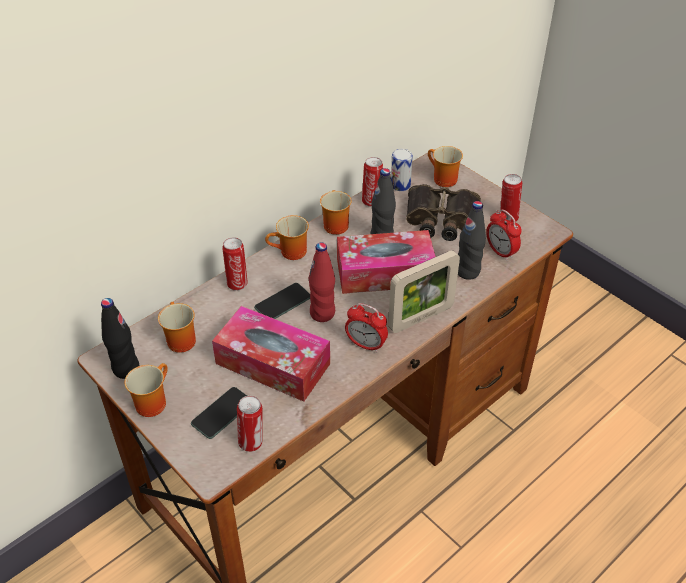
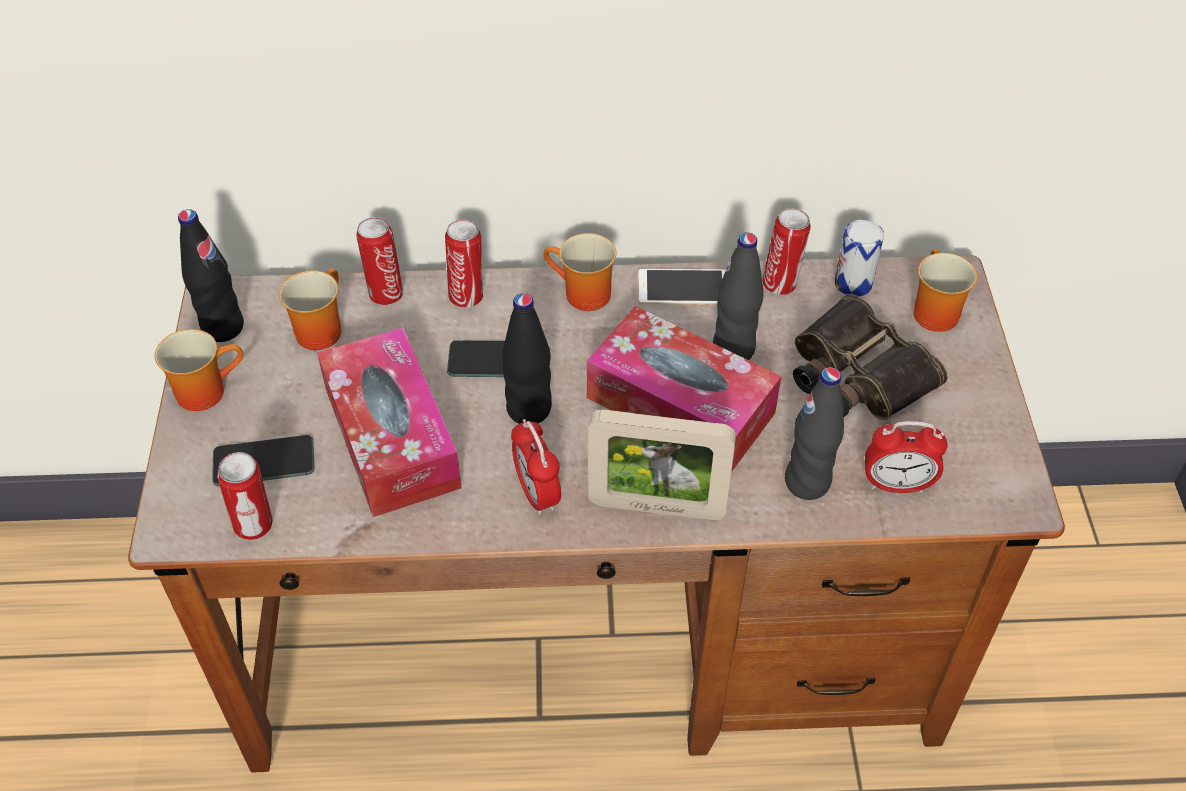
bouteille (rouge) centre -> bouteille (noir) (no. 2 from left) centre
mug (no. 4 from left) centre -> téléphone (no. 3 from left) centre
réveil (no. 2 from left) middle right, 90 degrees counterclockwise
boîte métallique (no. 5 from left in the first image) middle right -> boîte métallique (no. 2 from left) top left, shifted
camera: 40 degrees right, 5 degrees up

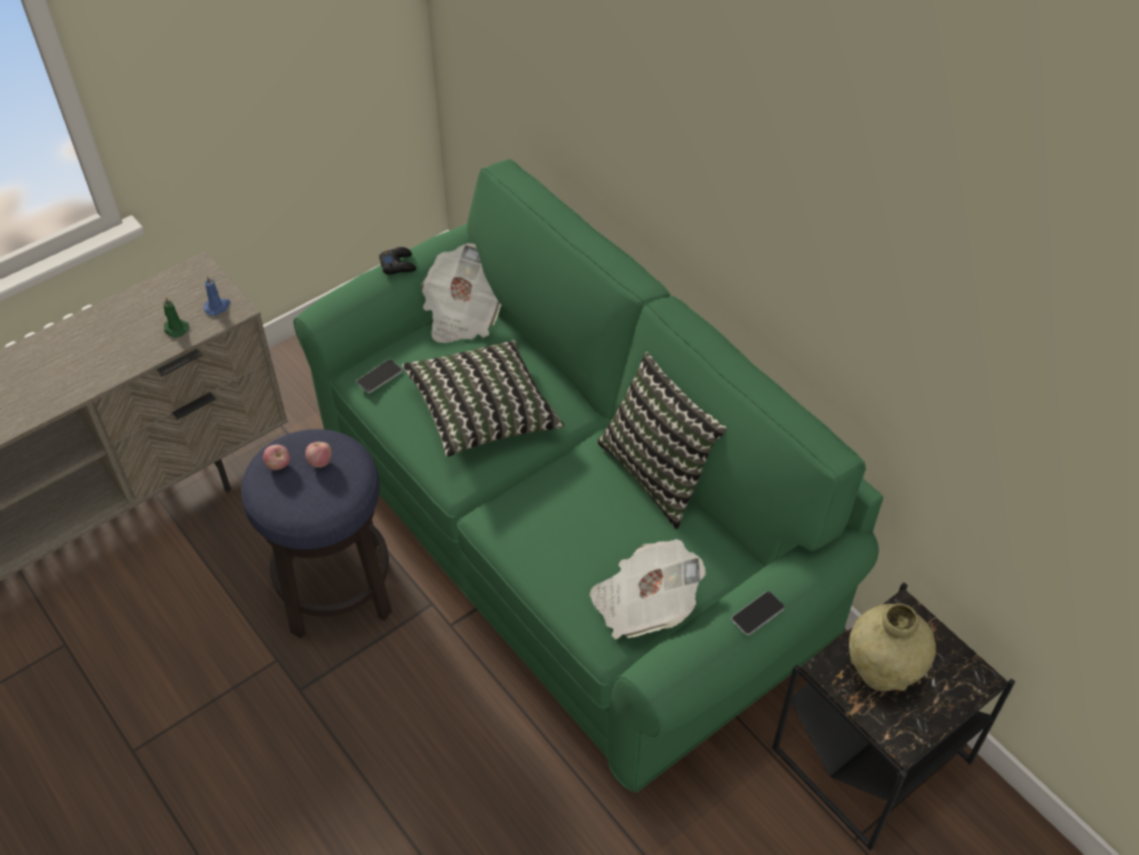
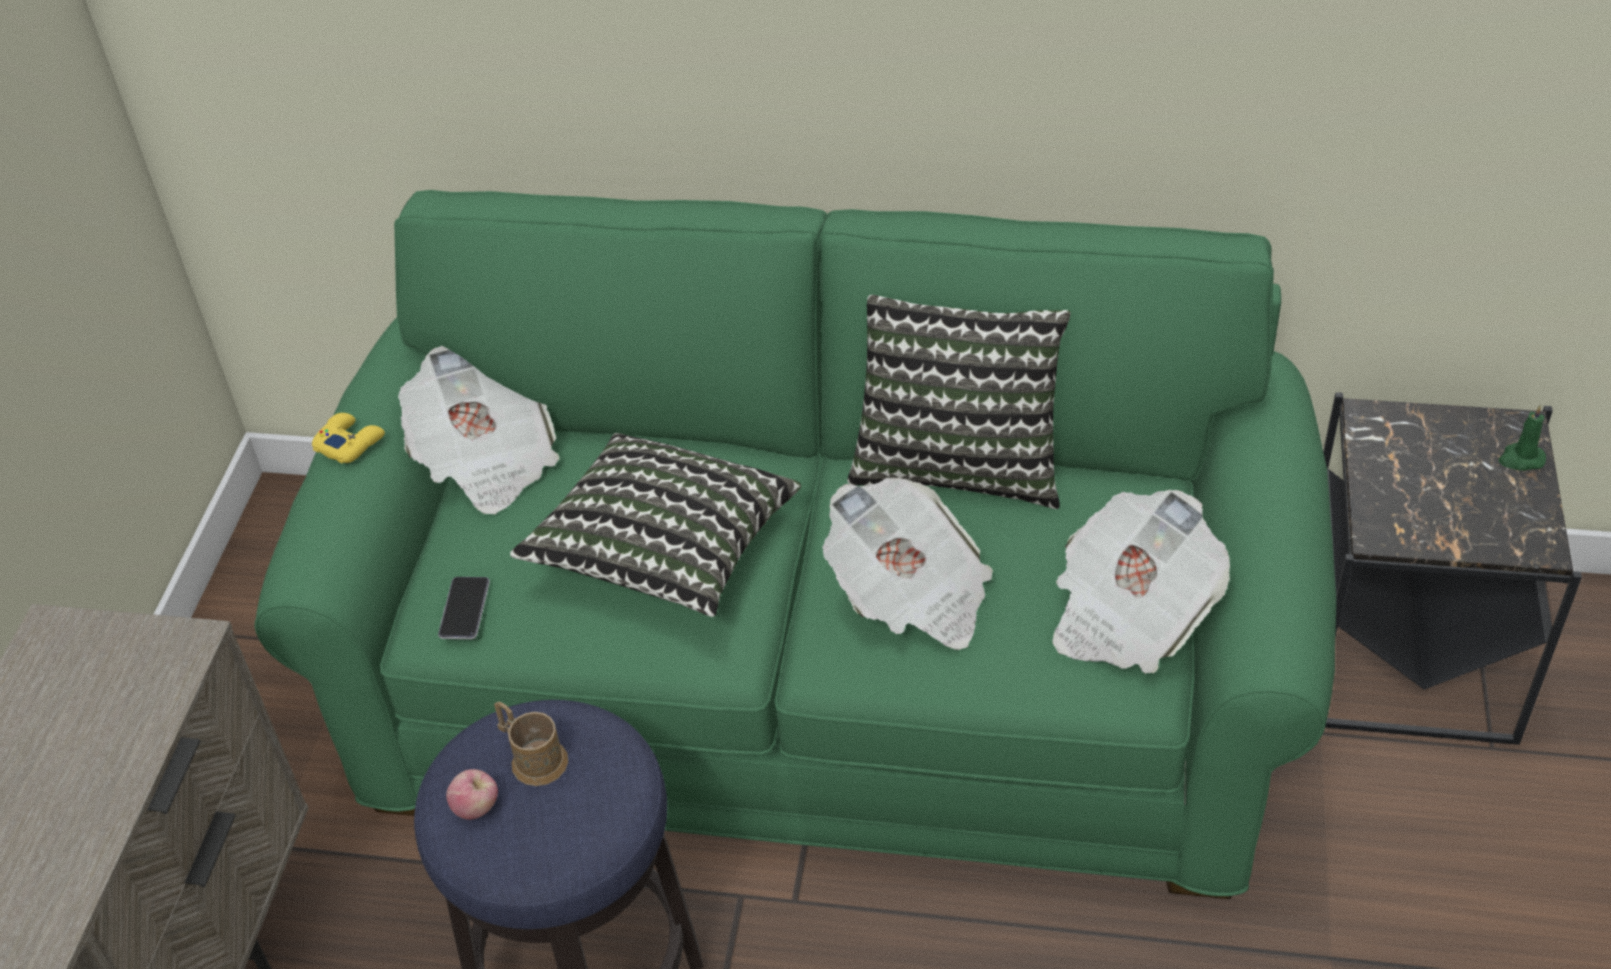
bougie (vert) middle left -> bougie (vert) middle right, shifted
bougie (bleu) middle left -> none
pomme (no. 2 from left) middle left -> mug (marron) bottom left
manette (noir) top centre -> manette (jaune) middle left
téléphone (no. 2 from left) bottom centre -> none
vase (beige) bottom right -> none
none -> journal (no. 2 from left) centre
camera: 40 degrees left, 5 degrees down

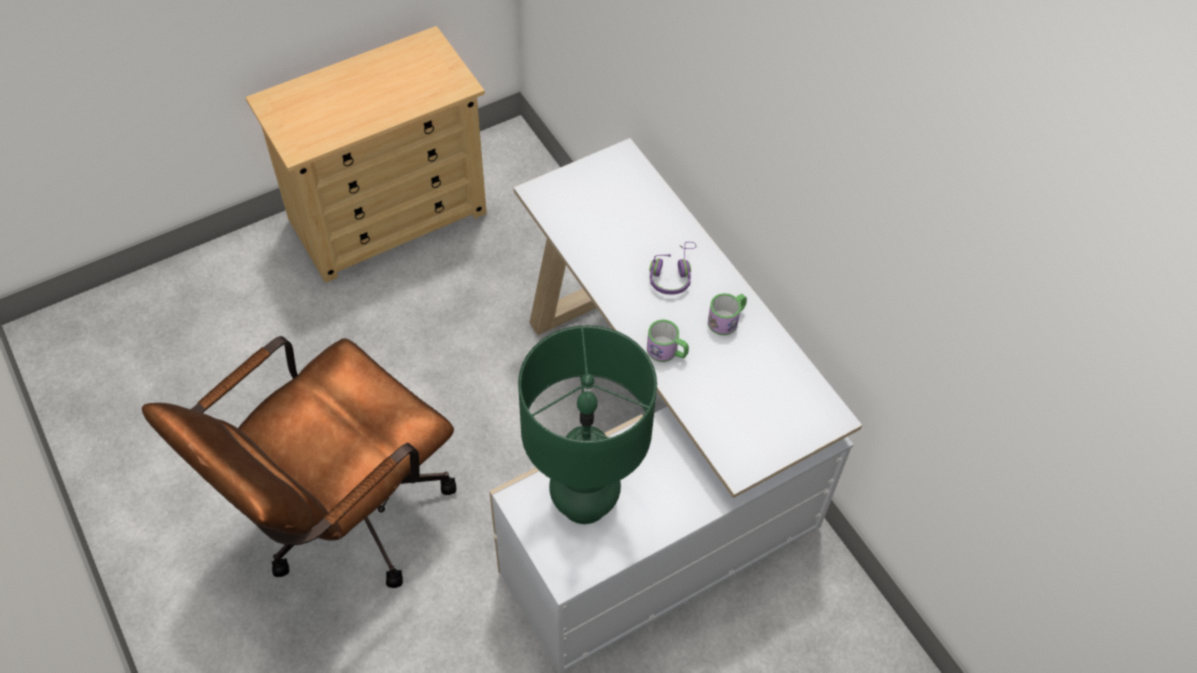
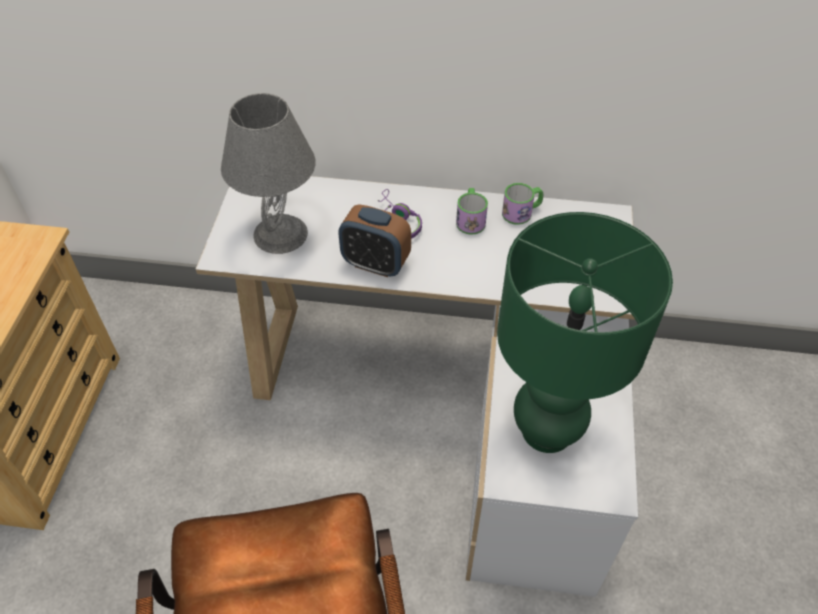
mug (no. 1 from left in the first image) centre -> mug (no. 2 from left) top centre, shifted
none -> lampe de table (gris) top left
none -> réveil centre
camera: 50 degrees left, 5 degrees down

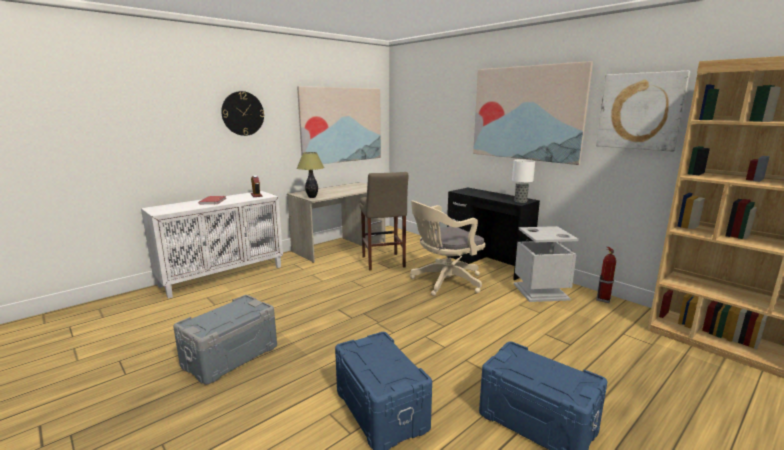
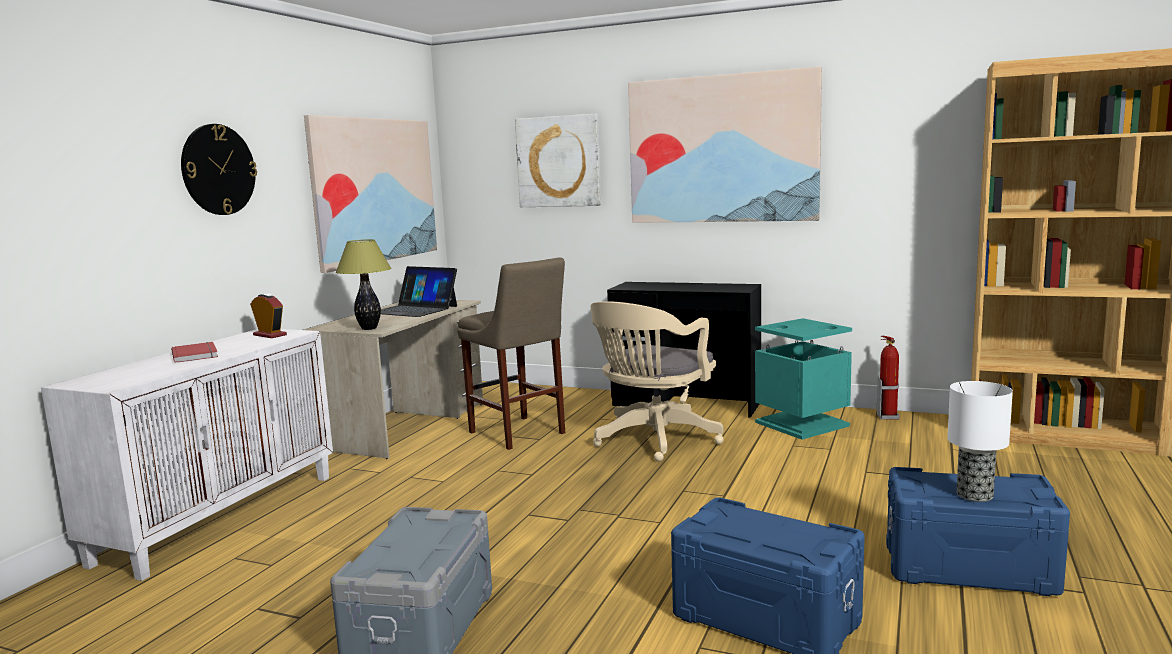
lampe de table (no. 2 from left) middle right -> lampe de table (no. 2 from left) bottom right, shifted
poubelle (gris) middle right -> poubelle (turquoise) middle right
tableau (no. 3 from left in the first image) top right -> tableau (no. 2 from left) top centre, shifted
none -> ordinateur portable centre
camera: 25 degrees left, 5 degrees down

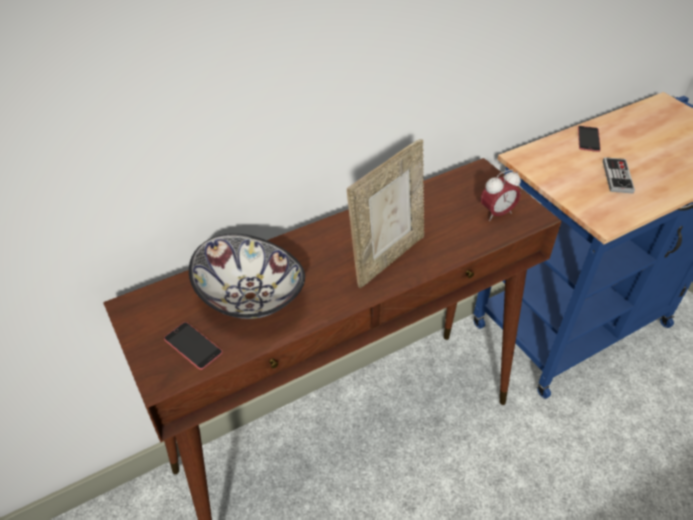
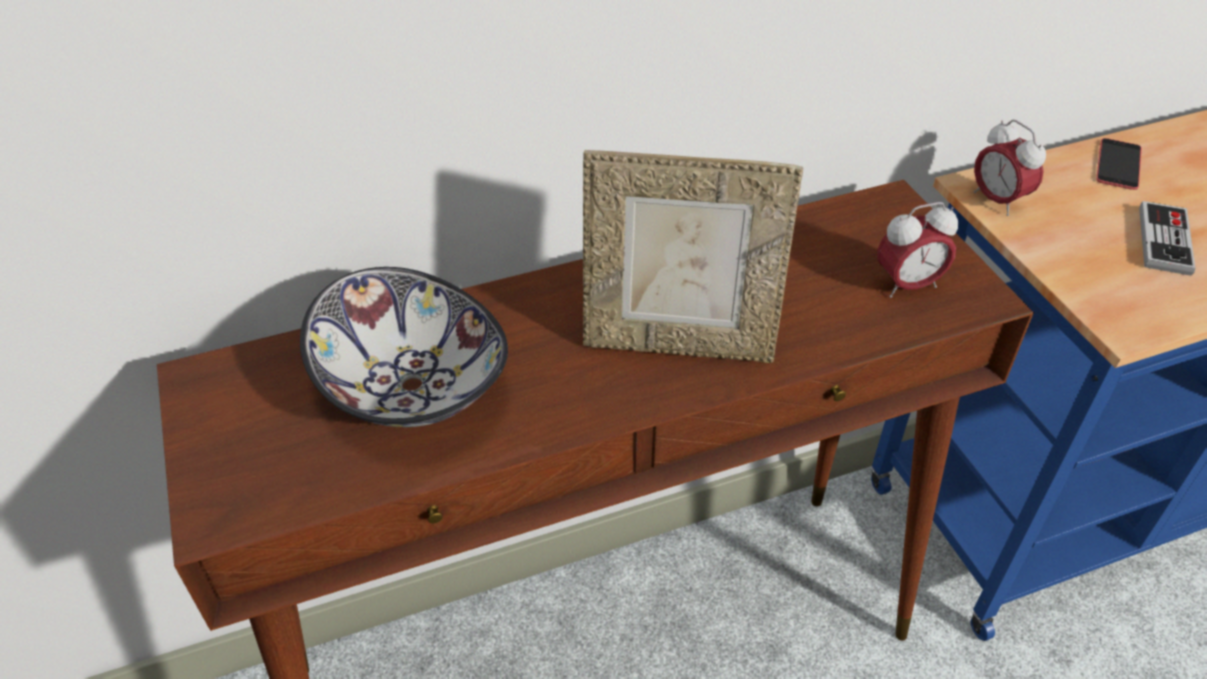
téléphone (no. 1 from left) middle left -> none
cadre photo centre, 45 degrees clockwise
none -> réveil (no. 2 from left) top right
camera: 10 degrees right, 0 degrees up

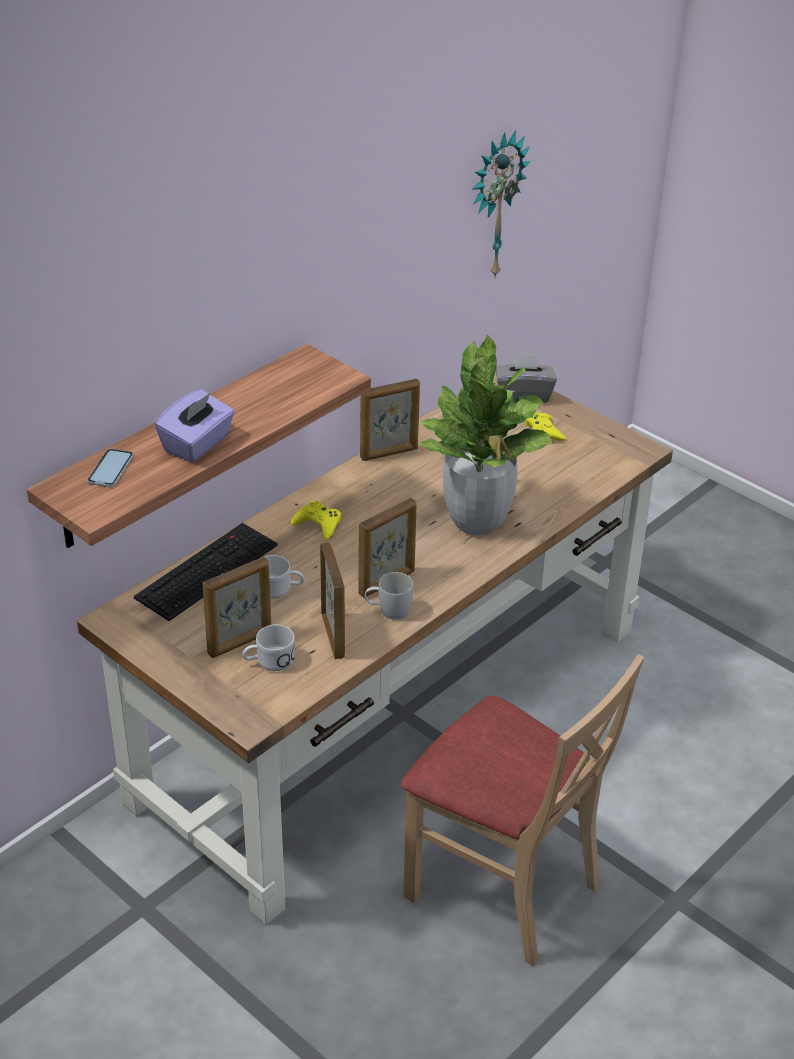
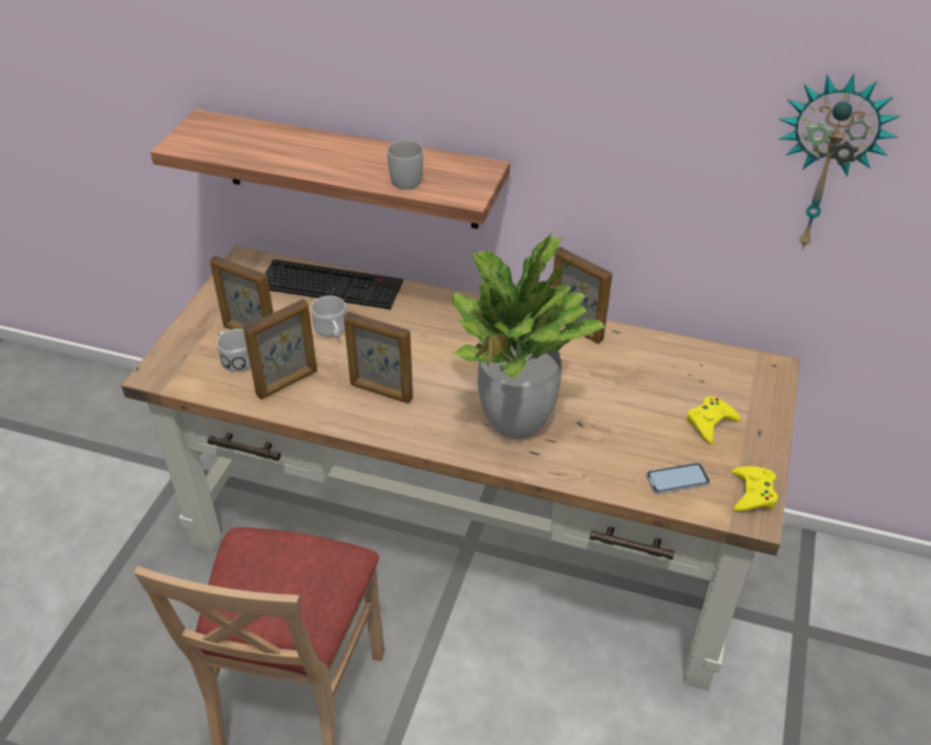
téléphone middle left -> téléphone middle right, shifted
boîte à mouchoirs (violet) middle left -> none
manette (jaune) (no. 1 from left in the first image) centre -> manette (jaune) (no. 2 from left) middle right, shifted
mug (blanc) (no. 3 from left) centre -> mug (blanc) (no. 3 from left) top centre, shifted
boîte à mouchoirs (gris) centre -> none
camera: 65 degrees right, 5 degrees up

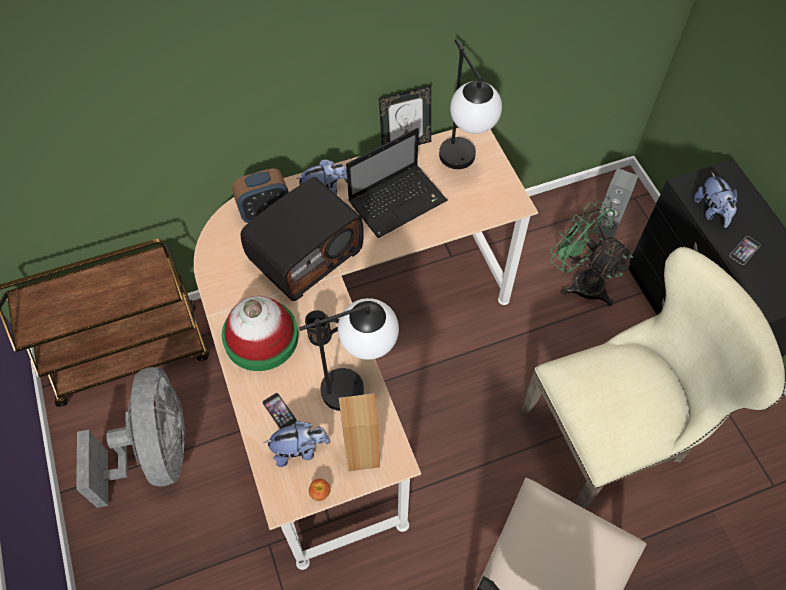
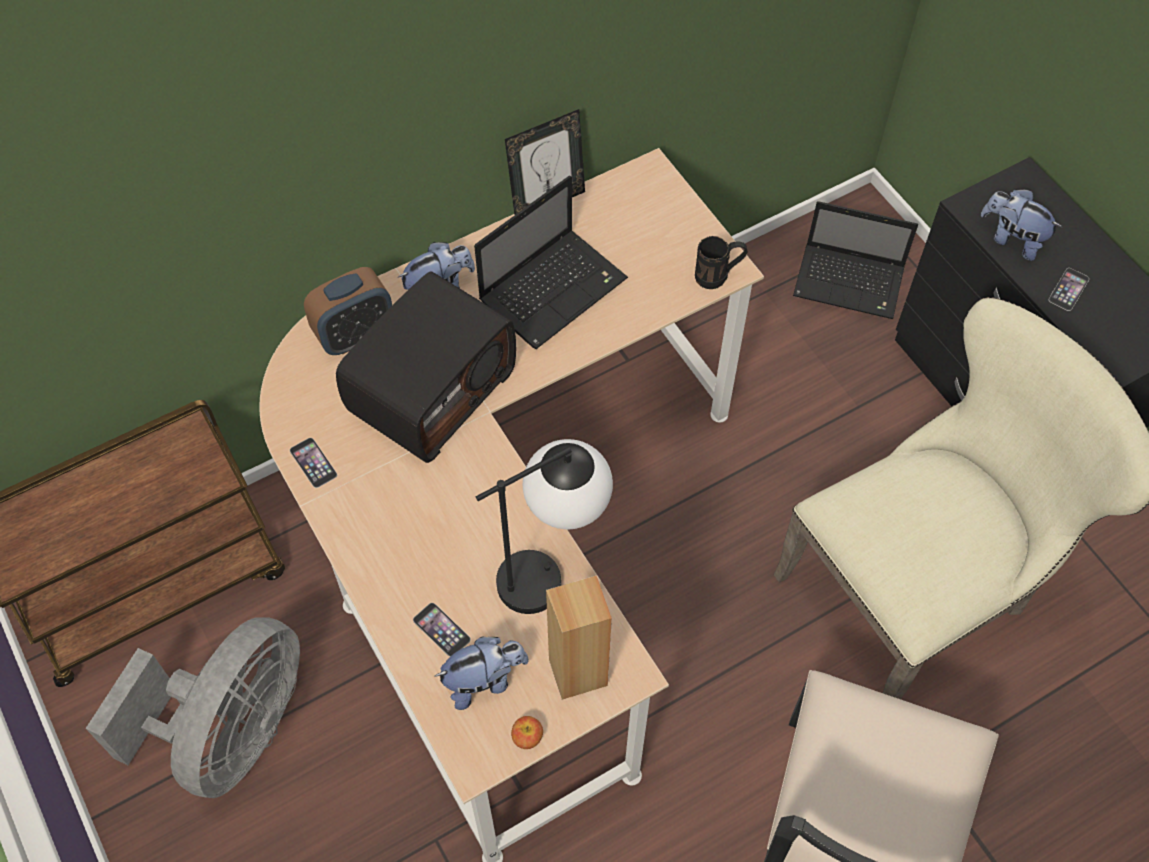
ventilateur (gris) bottom left, 45 degrees clockwise
chapeau middle left -> none
mug (noir) centre -> mug (noir) top centre, shifted
lampe de table (no. 2 from left) top centre -> none
ventilateur (vert) middle right -> none
enceinte (gris) middle right -> ordinateur portable (no. 2 from left) top right
peluche (no. 3 from left) middle right -> peluche (no. 3 from left) top right, 150 degrees clockwise
none -> téléphone (no. 1 from left) middle left
camera: 10 degrees left, 0 degrees up

